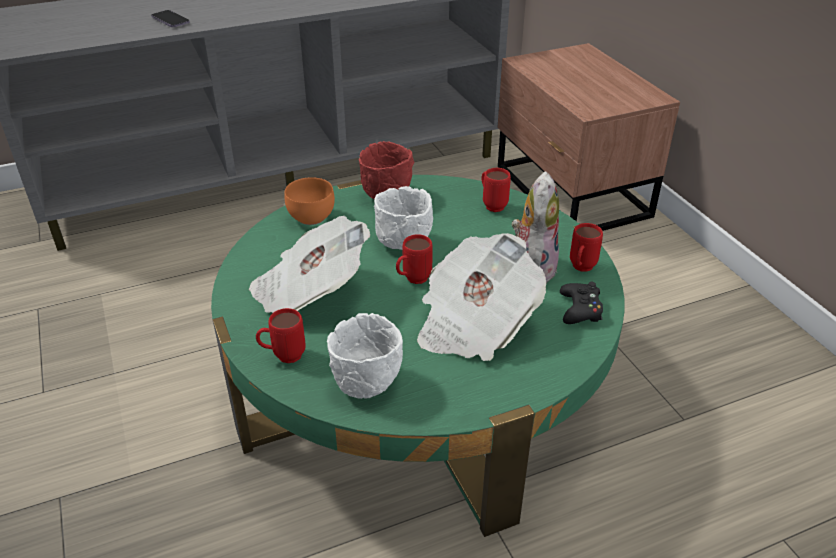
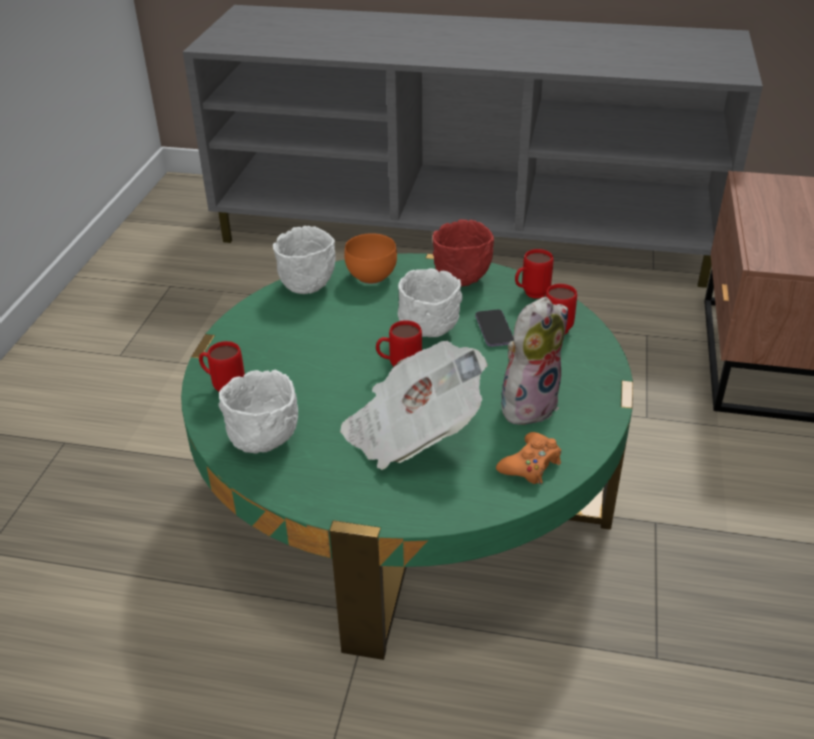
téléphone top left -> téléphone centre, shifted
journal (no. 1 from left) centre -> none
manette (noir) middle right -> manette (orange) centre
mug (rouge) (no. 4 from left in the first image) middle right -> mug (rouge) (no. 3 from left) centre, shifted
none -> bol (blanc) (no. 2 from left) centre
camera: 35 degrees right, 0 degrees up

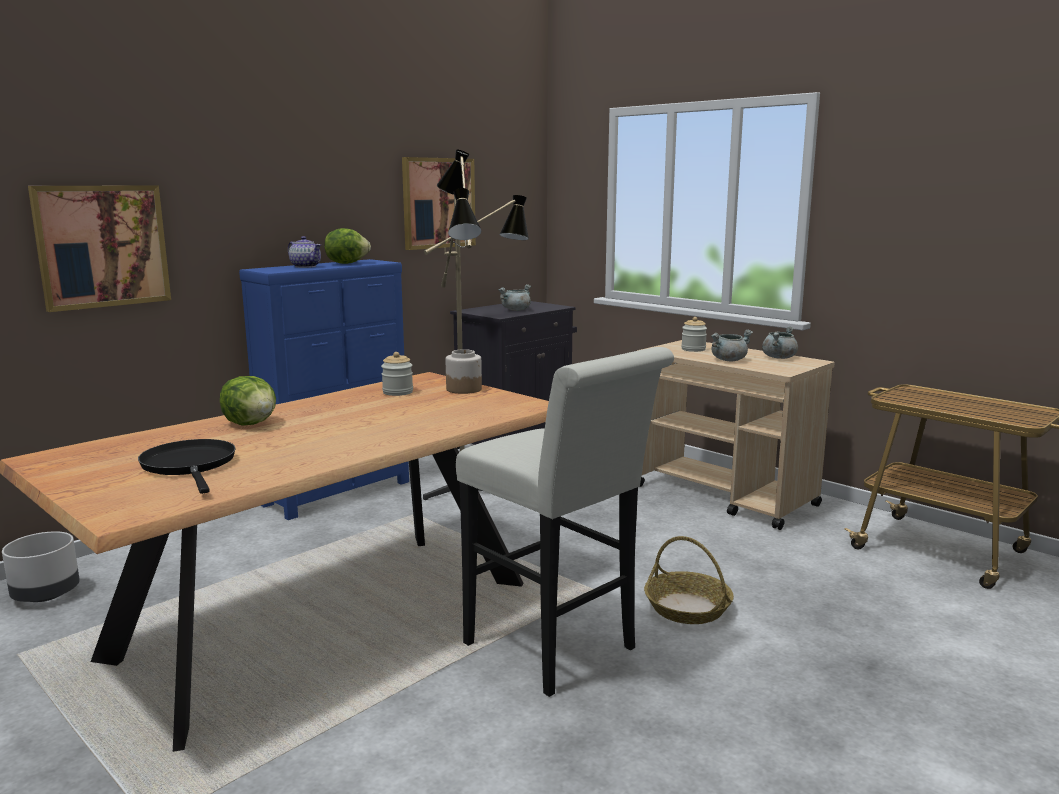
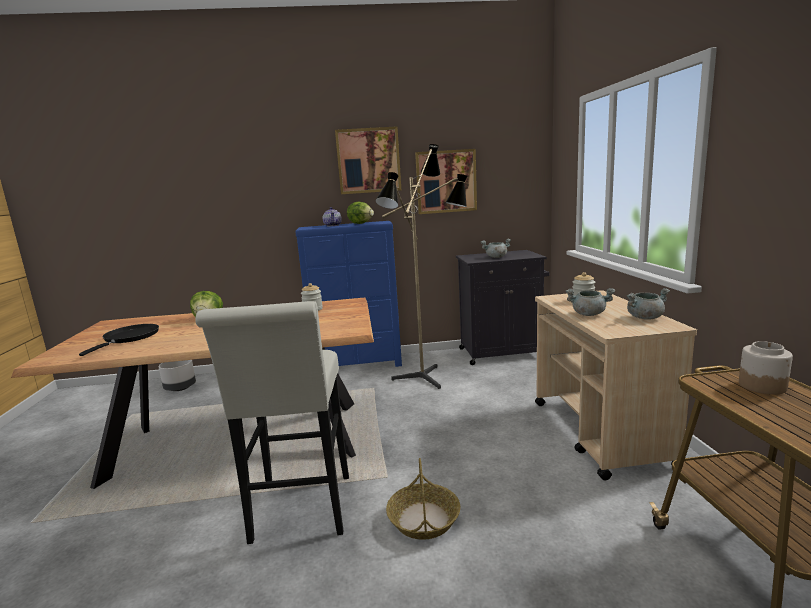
tableau (no. 1 from left) top left -> tableau (no. 1 from left) top centre, shifted
bocal (no. 2 from left in the first image) centre -> bocal (no. 3 from left) middle right, shifted
camera: 40 degrees right, 0 degrees up

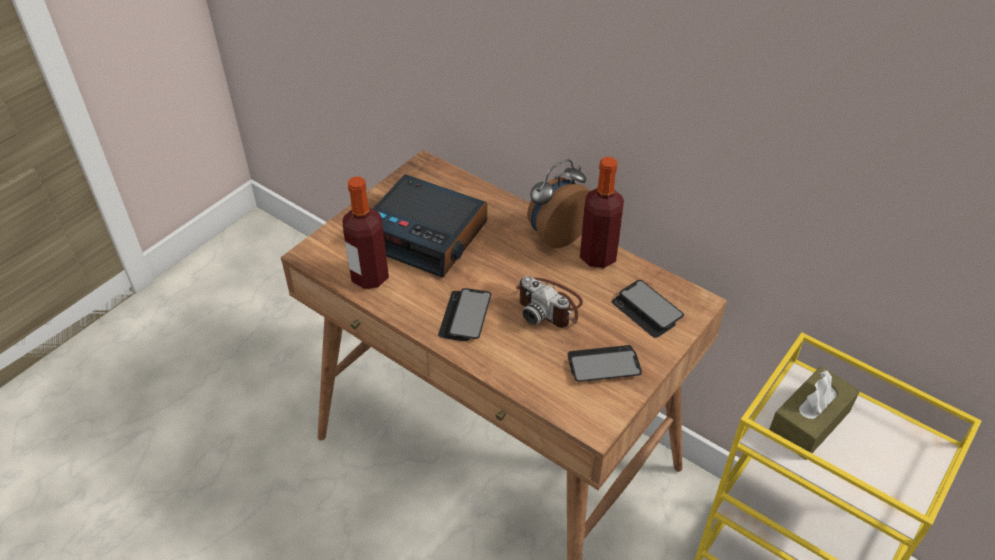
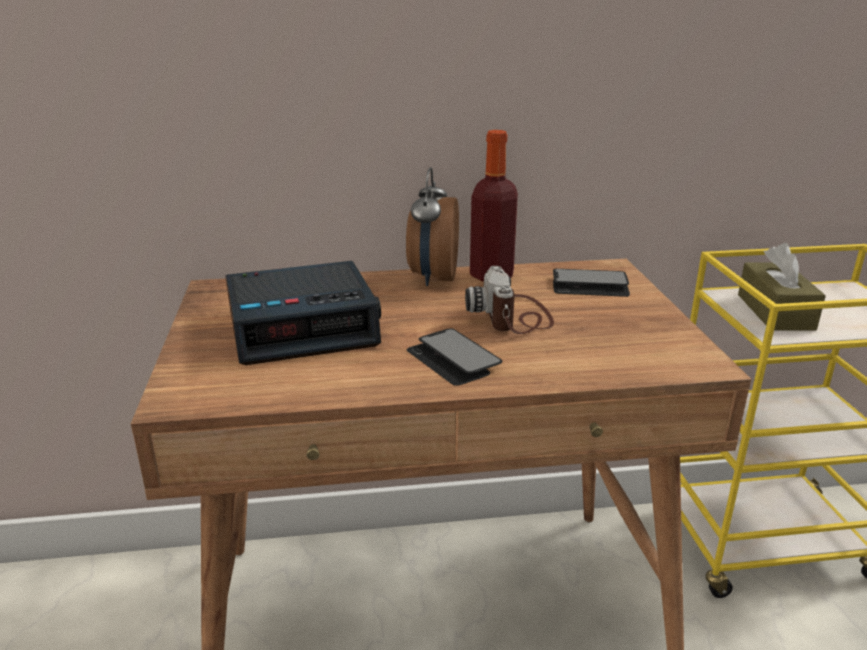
bouteille (no. 1 from left) centre -> none
appareil photo centre, 90 degrees clockwise
téléphone (no. 2 from left) centre -> none
camera: 45 degrees left, 20 degrees down

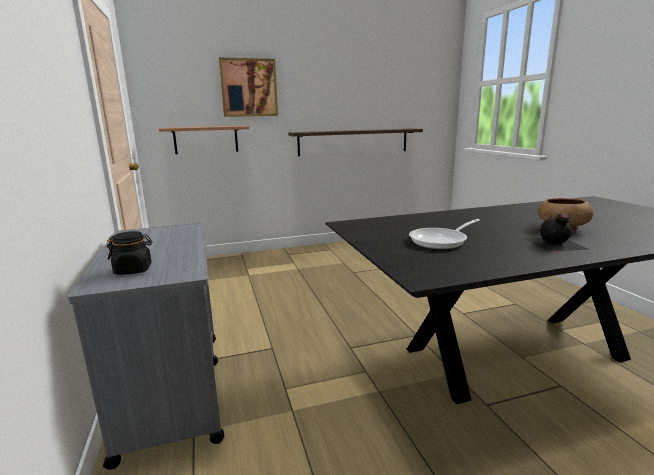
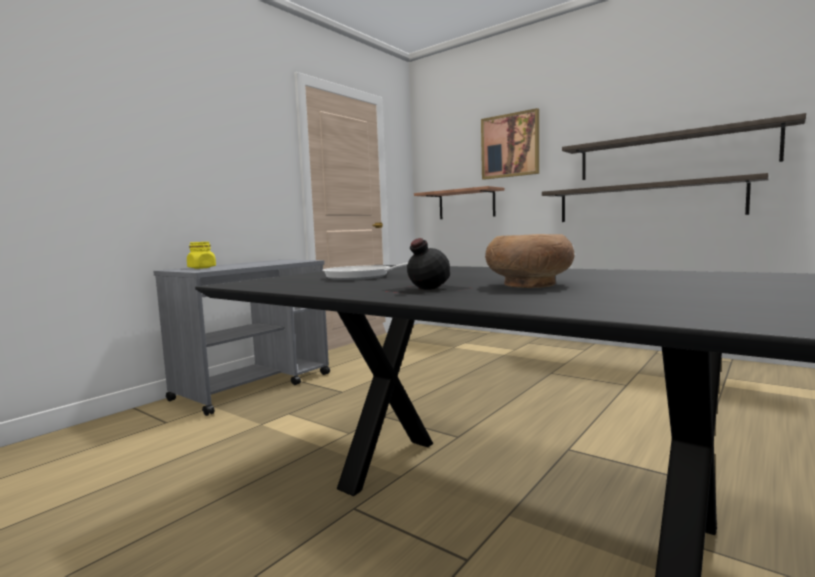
bocal (noir) middle left -> bocal (jaune) middle left
none -> étagère (no. 3 from left) top right
camera: 55 degrees right, 10 degrees down

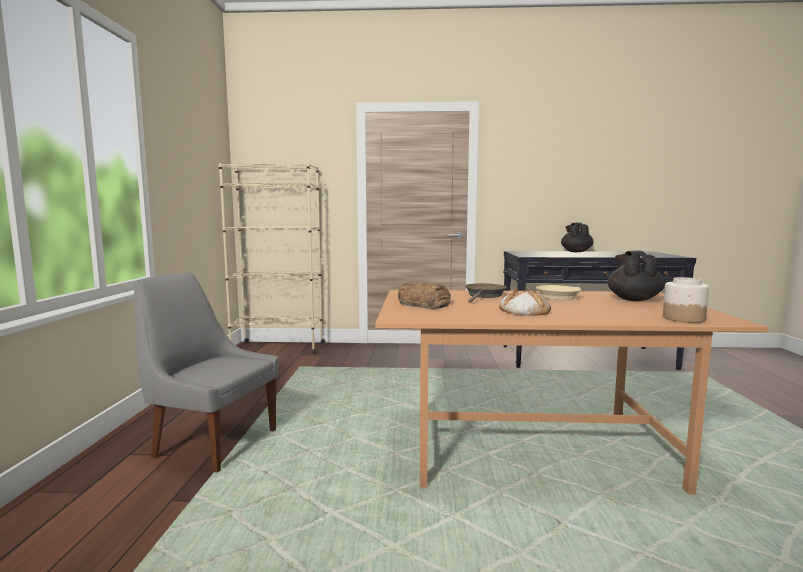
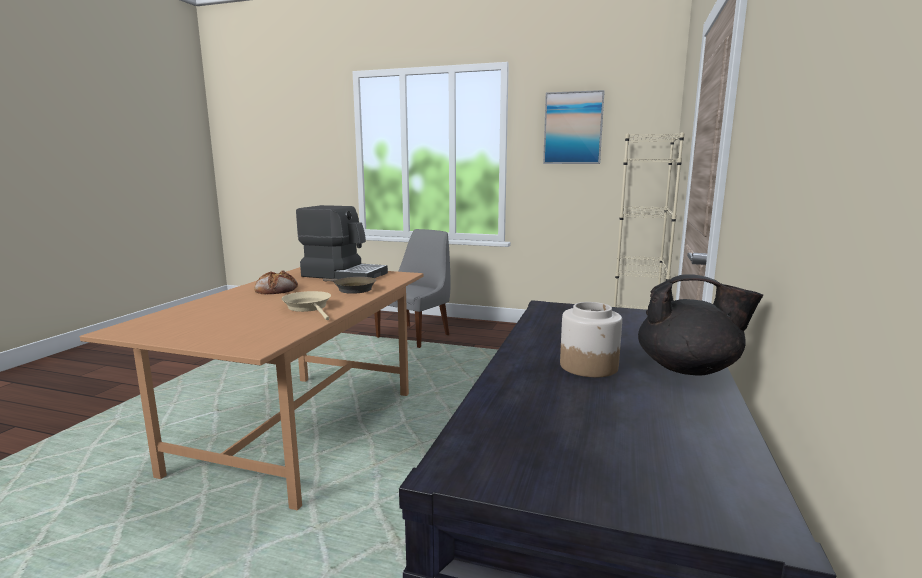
pain (no. 1 from left) centre -> machine à café centre
théière (noir) (no. 2 from left) middle right -> none
bocal middle right -> bocal centre, shifted
none -> tableau top centre
camera: 105 degrees right, 5 degrees up

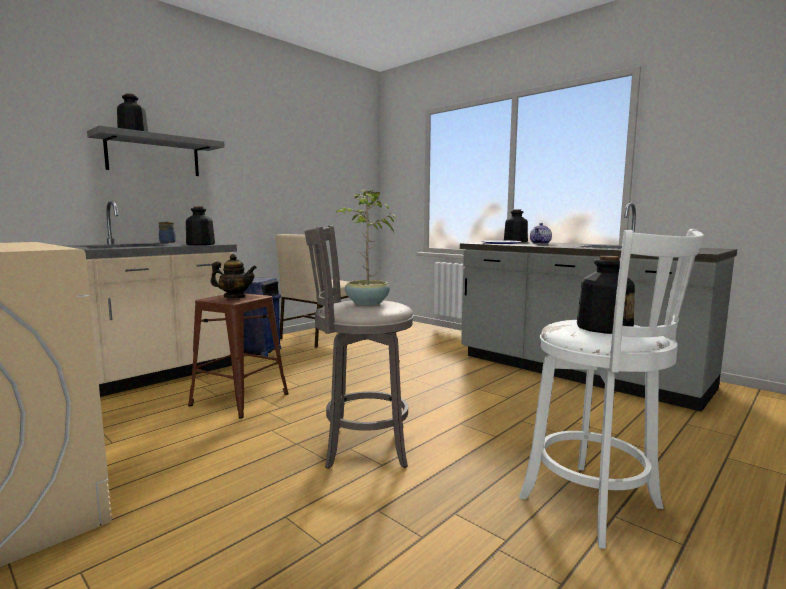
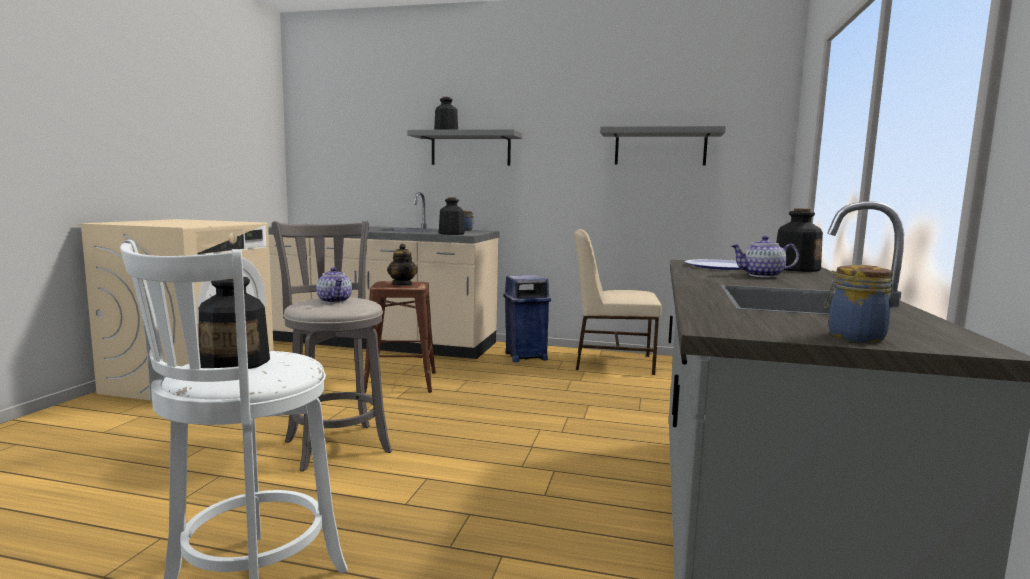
plante en pot centre -> théière (no. 1 from left) middle left
none -> étagère (gris) (no. 2 from left) top centre
none -> bocal (no. 2 from left) middle right
camera: 60 degrees right, 0 degrees up

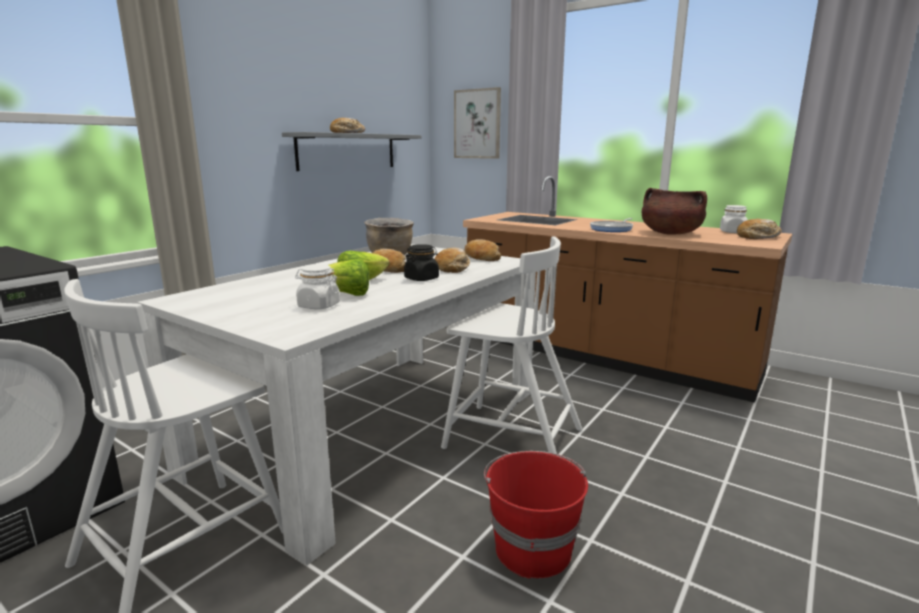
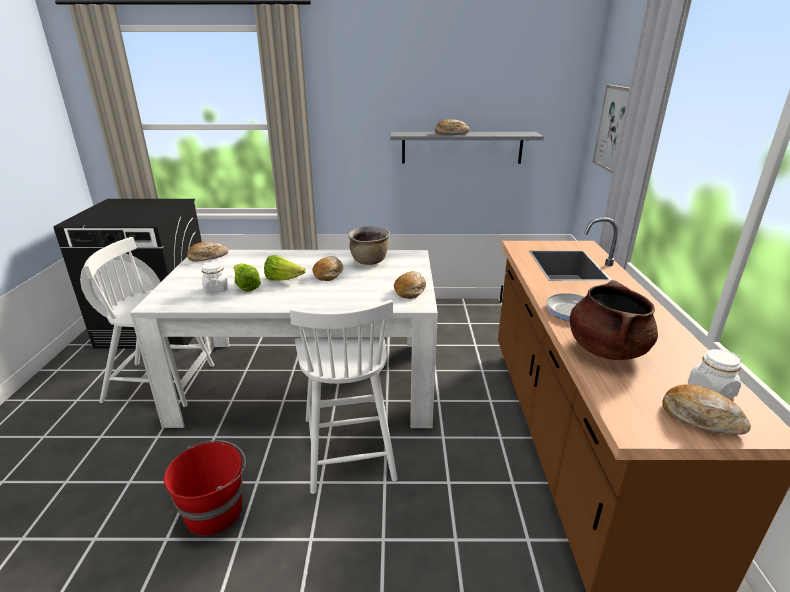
bocal (noir) centre -> none
pain (no. 3 from left in the first image) centre -> pain (no. 1 from left) middle left, shifted
camera: 55 degrees right, 10 degrees up

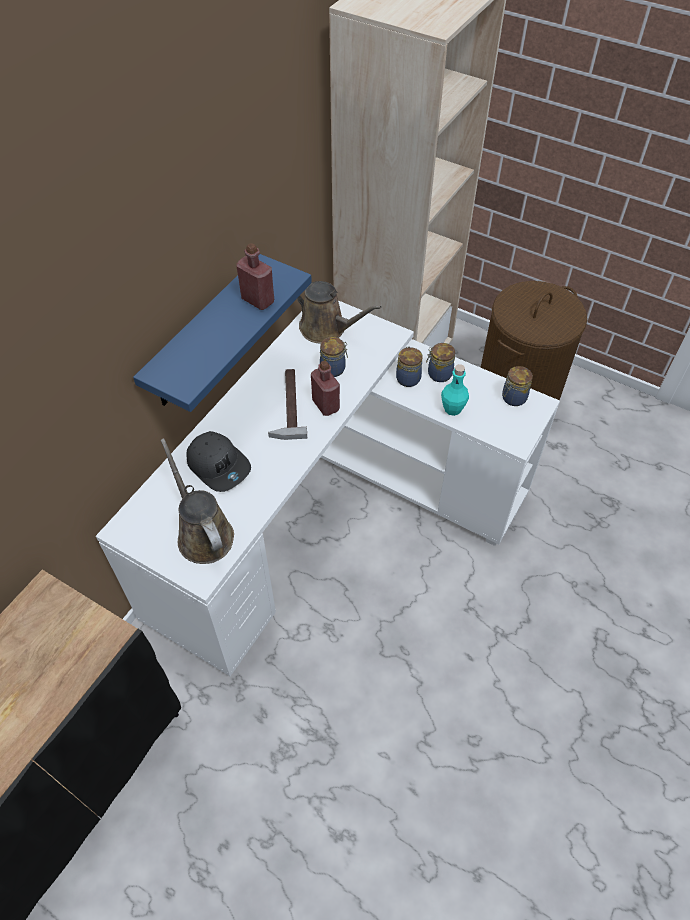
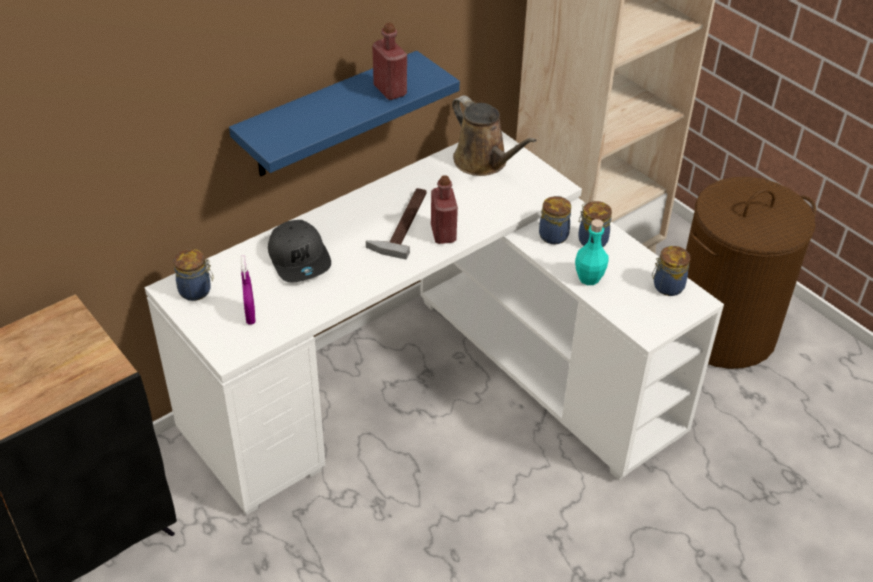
arrosoir (marron) (no. 1 from left) middle left -> vaporisateur (violet) middle left
bocal (no. 1 from left) centre -> bocal (no. 1 from left) middle left, shifted
camera: 20 degrees right, 10 degrees down

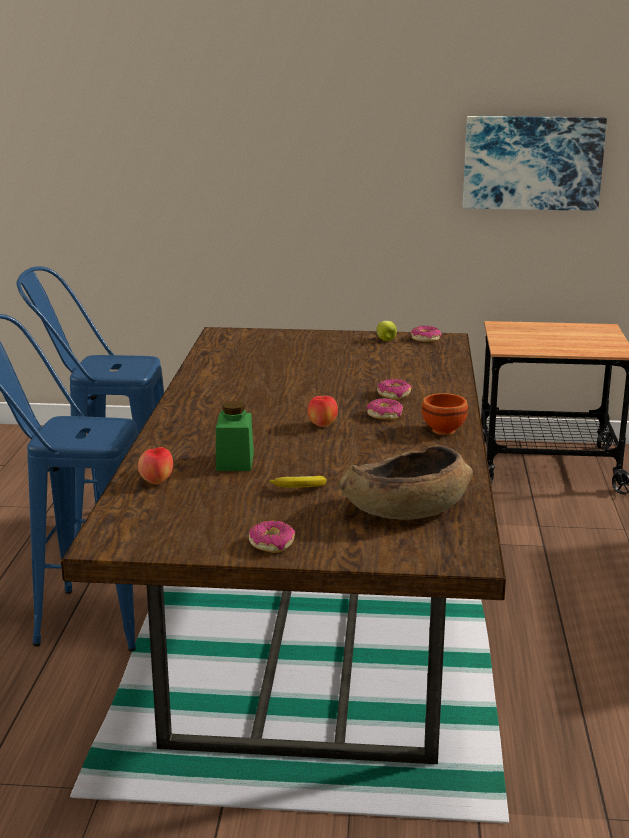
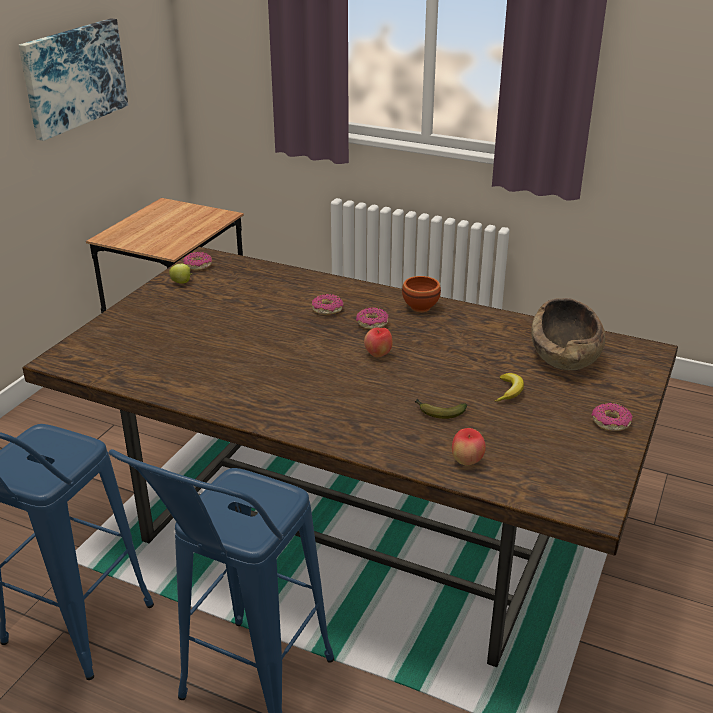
bocal (vert) centre -> banane (no. 1 from left) centre
camera: 70 degrees left, 10 degrees up

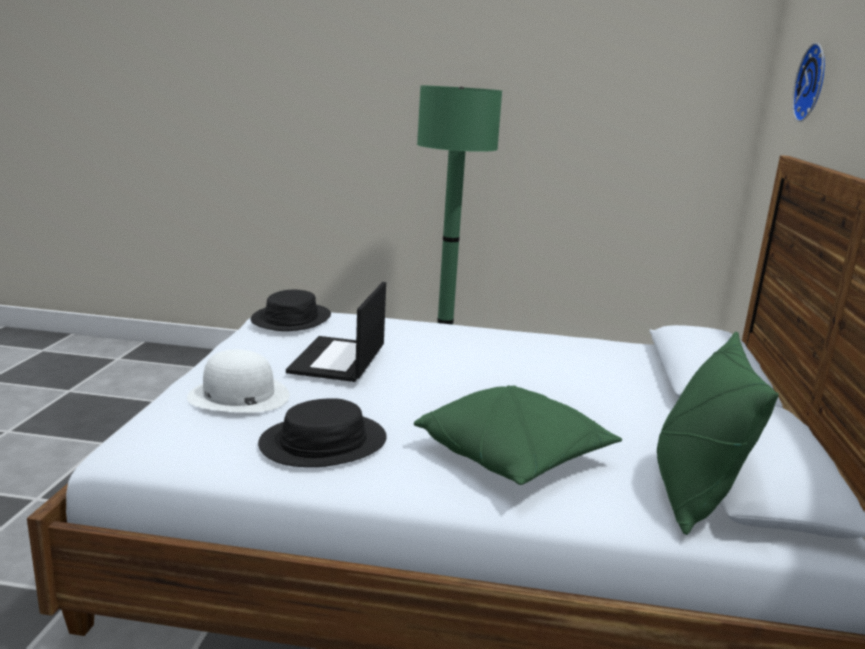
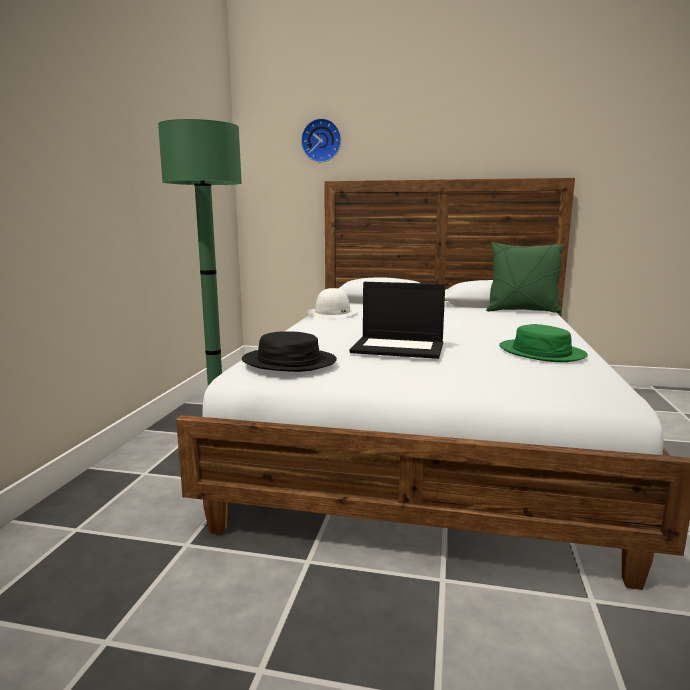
chapeau (blanc) middle left -> chapeau (blanc) centre, shifted
chapeau (noir) (no. 2 from left) centre -> chapeau (vert) middle right
coussin (vert) (no. 1 from left) bottom centre -> none
camera: 85 degrees left, 5 degrees down

